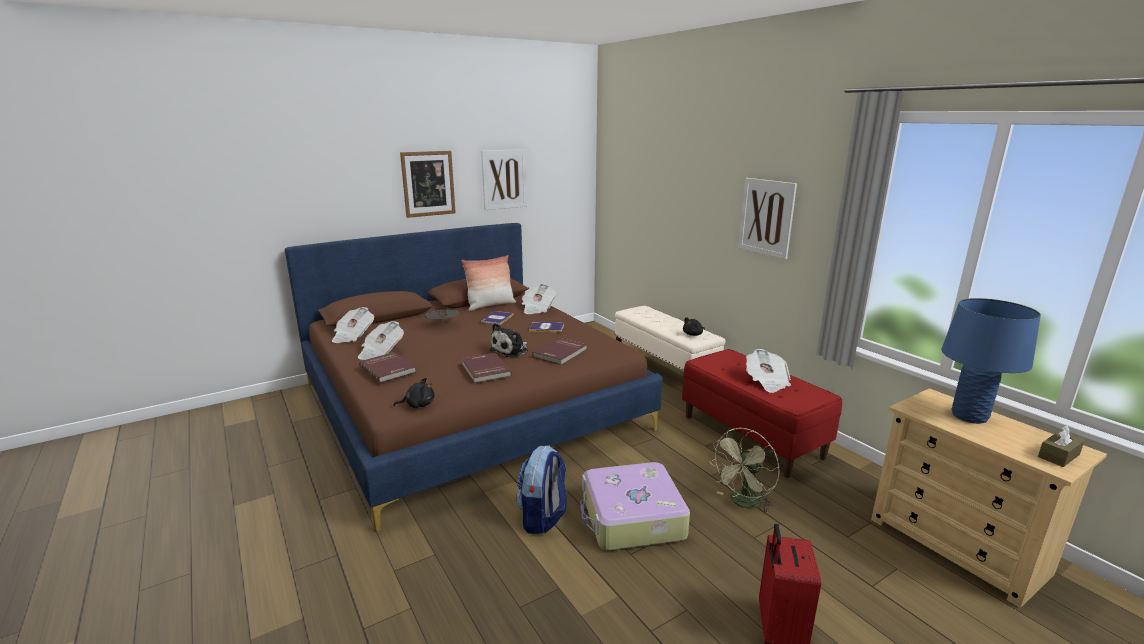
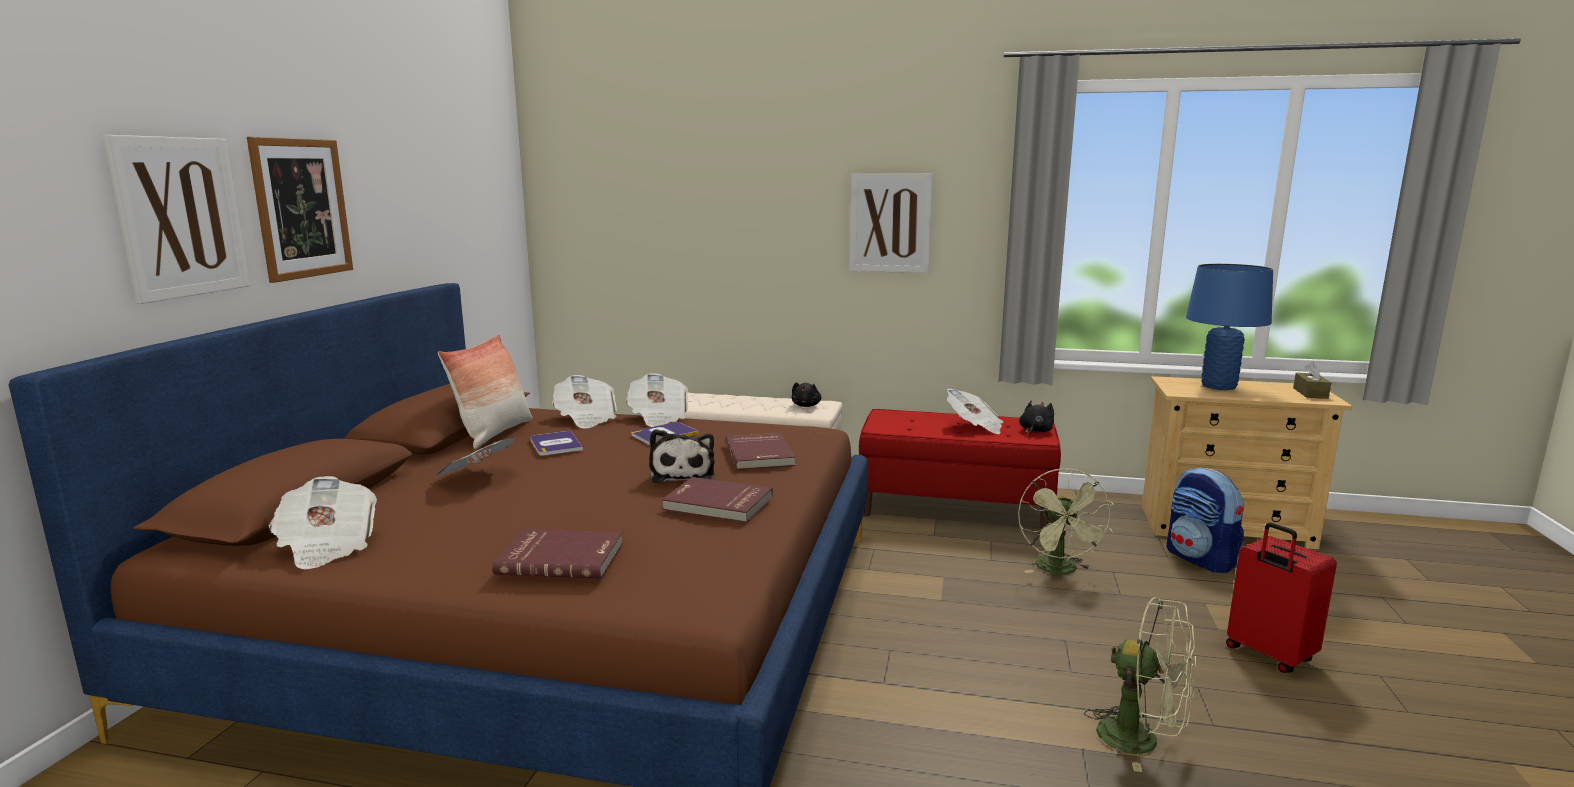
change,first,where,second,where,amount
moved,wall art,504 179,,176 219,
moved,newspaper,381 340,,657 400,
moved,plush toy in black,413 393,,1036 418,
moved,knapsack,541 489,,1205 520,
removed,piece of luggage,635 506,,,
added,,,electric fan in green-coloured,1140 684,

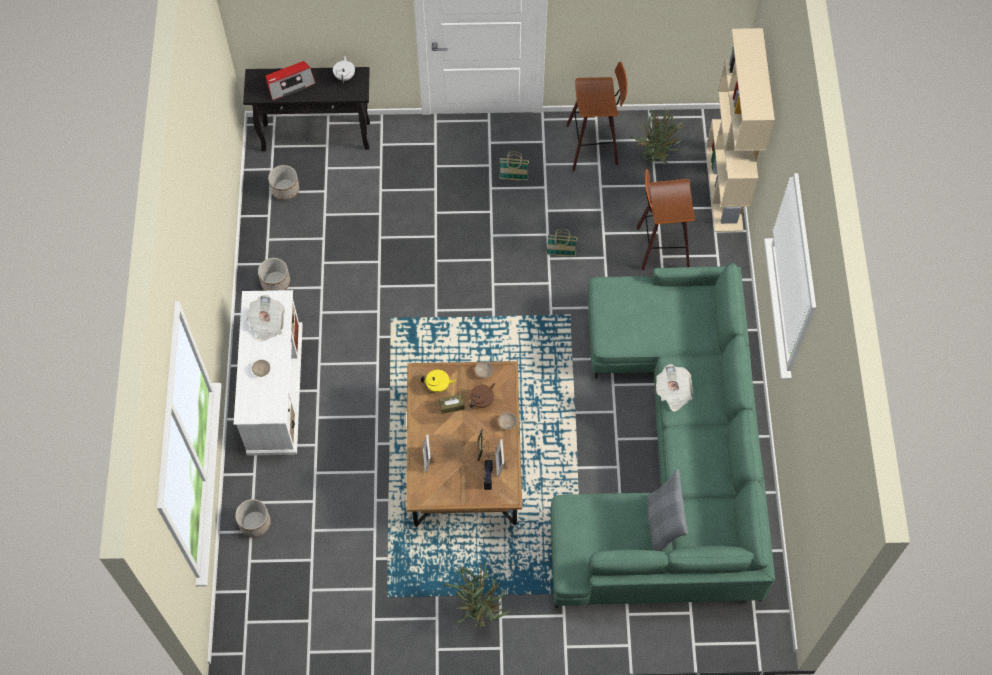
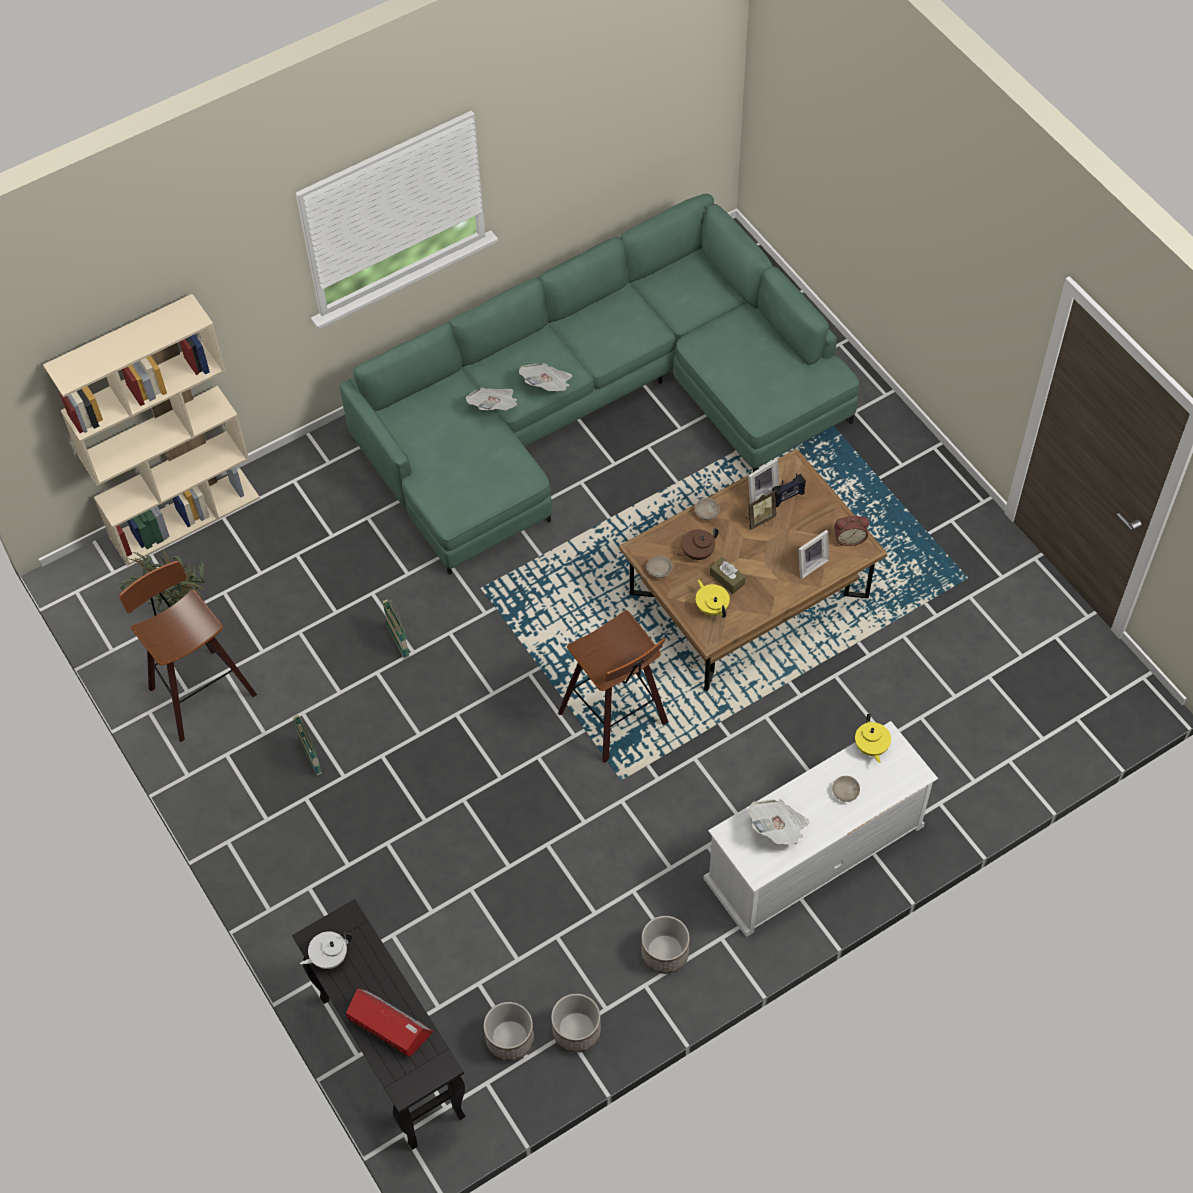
change,first,where,second,where,amount
moved,stool,666 220,,613 686,
turned,teapot in brown,482 395,,697 544,45 degrees counterclockwise
removed,throw pillow in greyish,667 510,,,
moved,planter,253 518,,576 1023,
removed,potted plant,477 594,,,
added,,,newspaper,492 399,
added,,,table clock,851 531,
added,,,teapot in yellow-coloured,873 738,

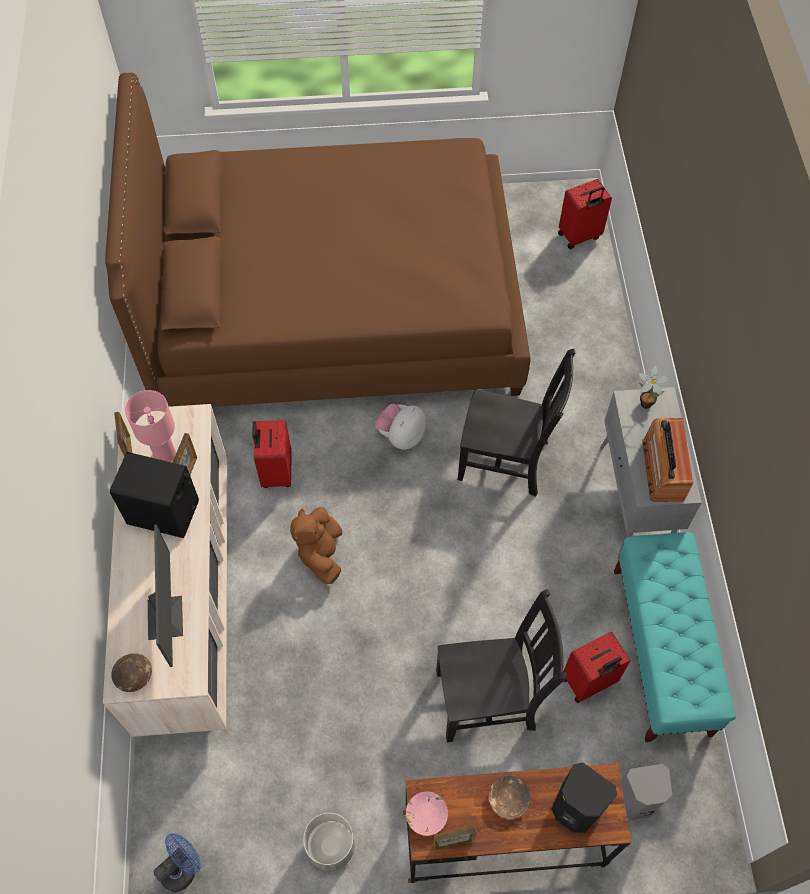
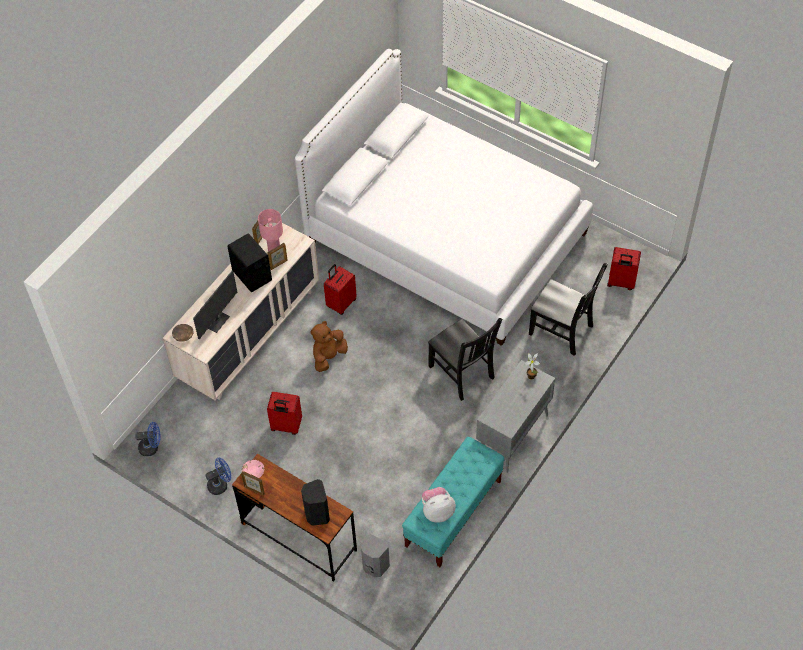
change,first,where,second,where,amount
recoloured,sleeping bed in brown,318 239,sleeping bed in white-coloured,444 197,
moved,plush toy,400 426,,439 505,
removed,radio receiver,667 460,,,
moved,chair in black,501 665,,568 309,
moved,piece of luggage in red-coloured,597 667,,284 413,
removed,bowl in brown,509 797,,,
replaced,planter in greyish,329 842,electric fan in bluish,218 476,

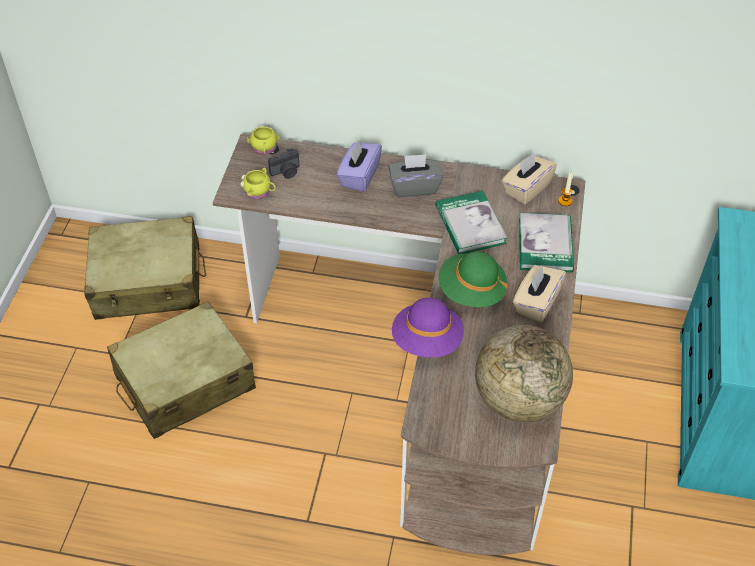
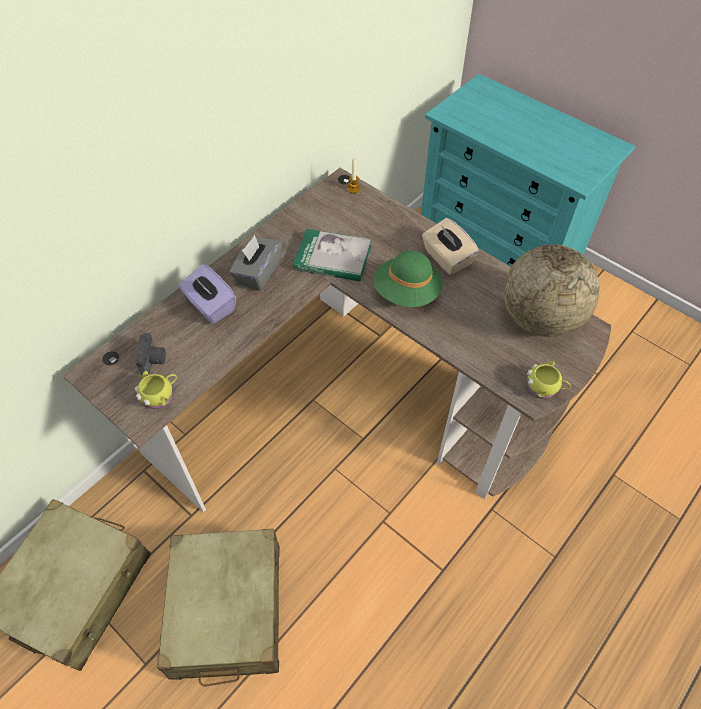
change,first,where,second,where,amount
moved,mug in yellow-coloured,263 140,,549 380,
removed,tissue box in beige,529 179,,,
removed,book,546 243,,,
removed,clothing hat in purplish,428 327,,,

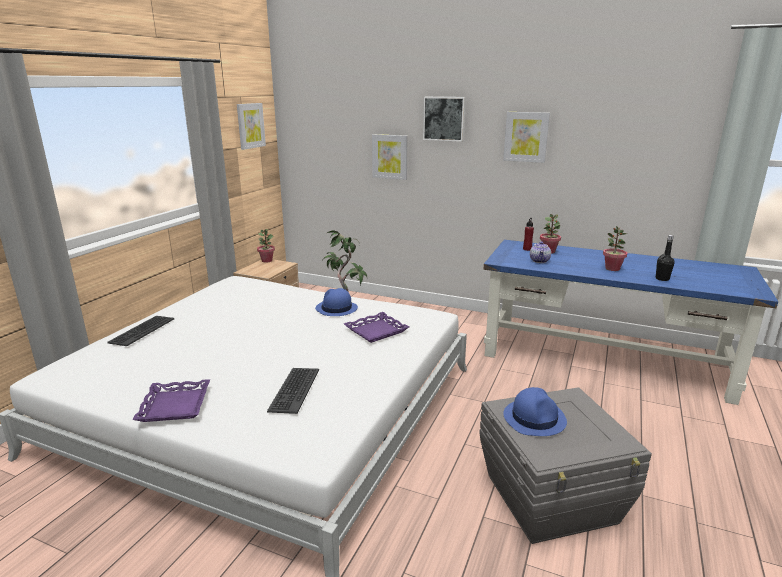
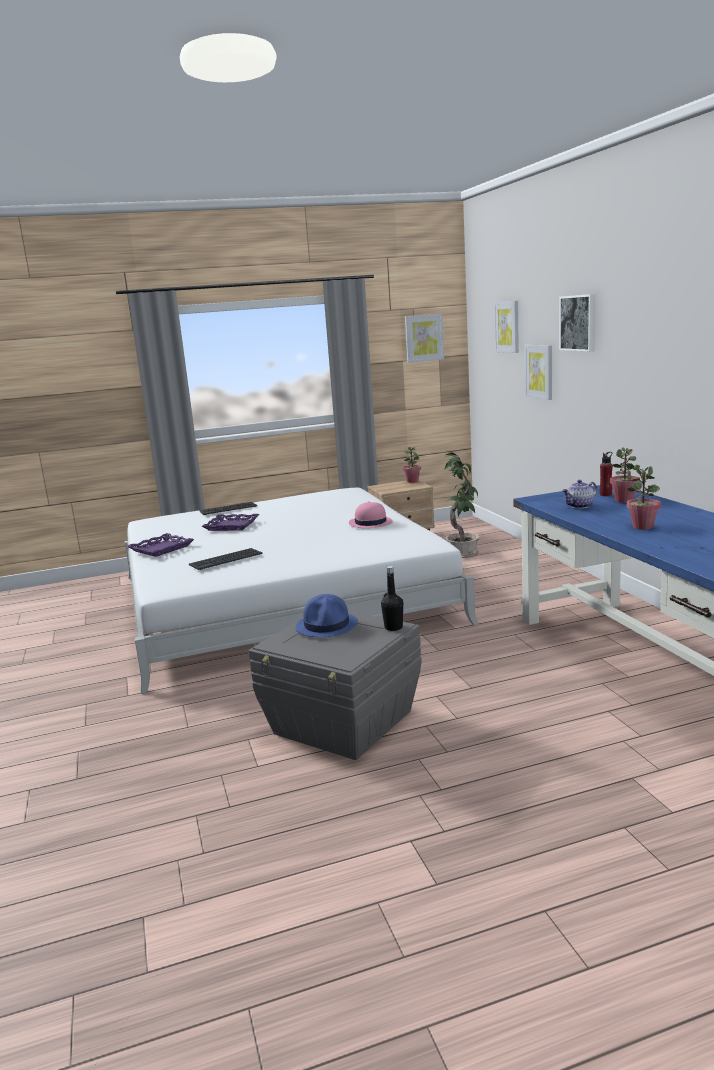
change,first,where,second,where,amount
moved,wall art,526 137,,506 327,
moved,bottle in black,665 258,,392 598,
recoloured,clothing hat in bluish,336 302,clothing hat in pinkish,371 514,
moved,carrying tray in purplish,376 327,,230 522,

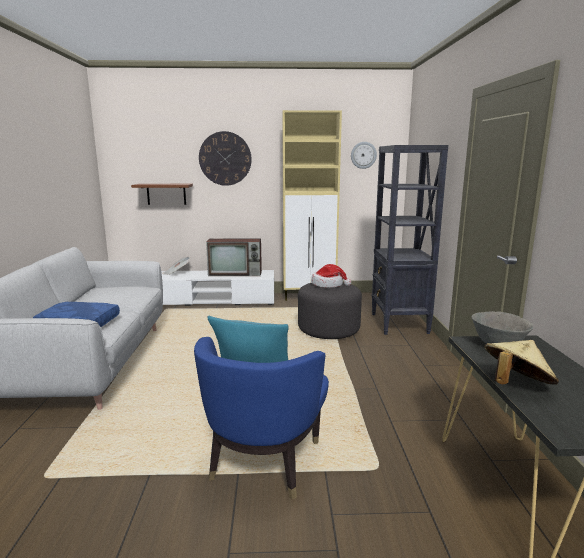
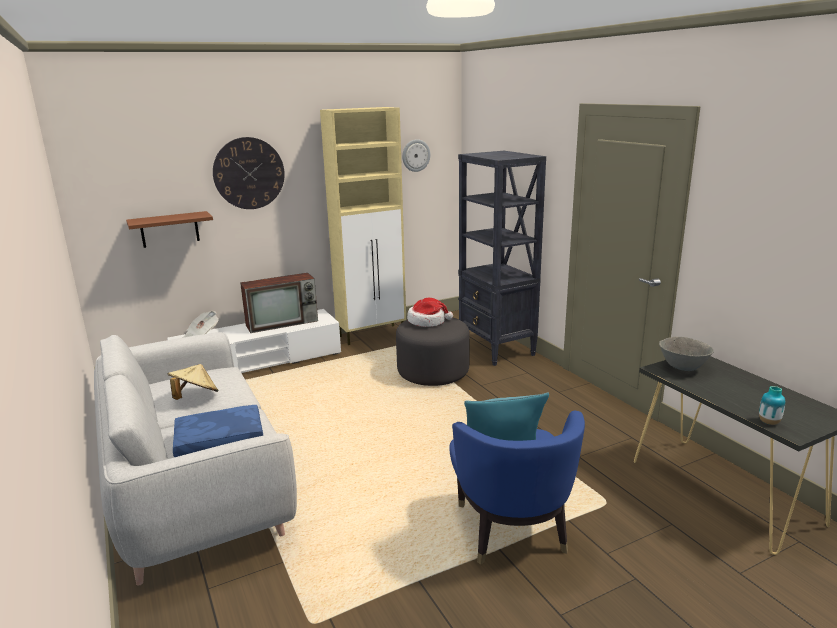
change,first,where,second,where,amount
moved,clothing hat in beige,521 362,,193 382,
added,,,decorative vase,772 405,

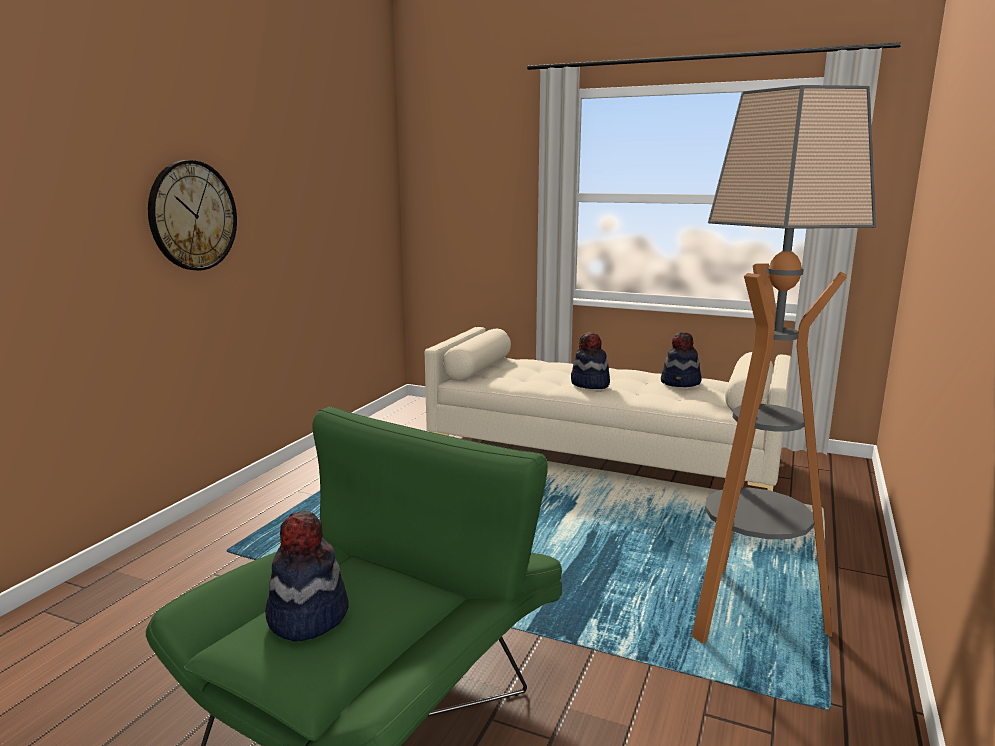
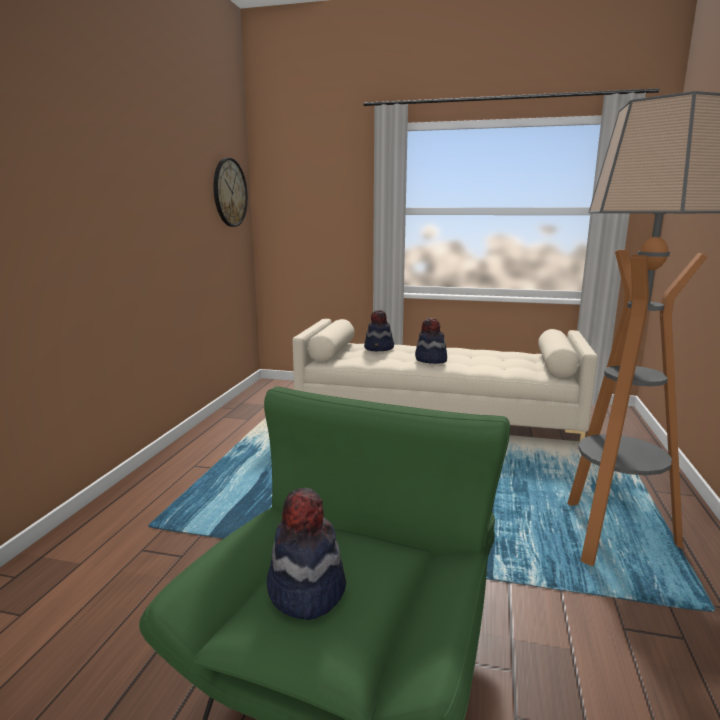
change,first,where,second,where,amount
moved,wall clock,192 215,,231 192,
moved,clothing hat,681 359,,379 330,

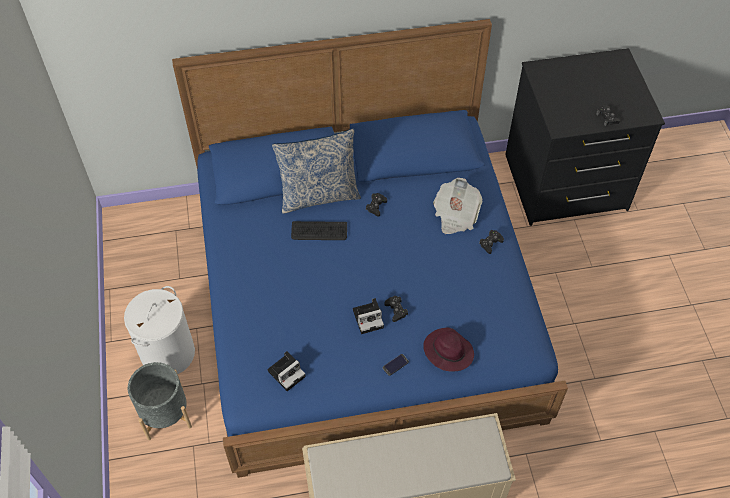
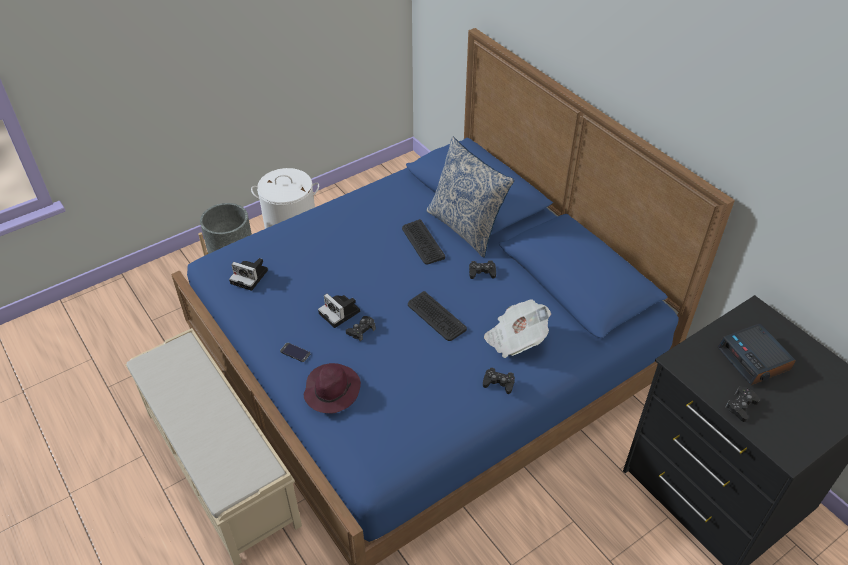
change,first,where,second,where,amount
added,,,computer keyboard,437 316,
added,,,table clock,756 354,

